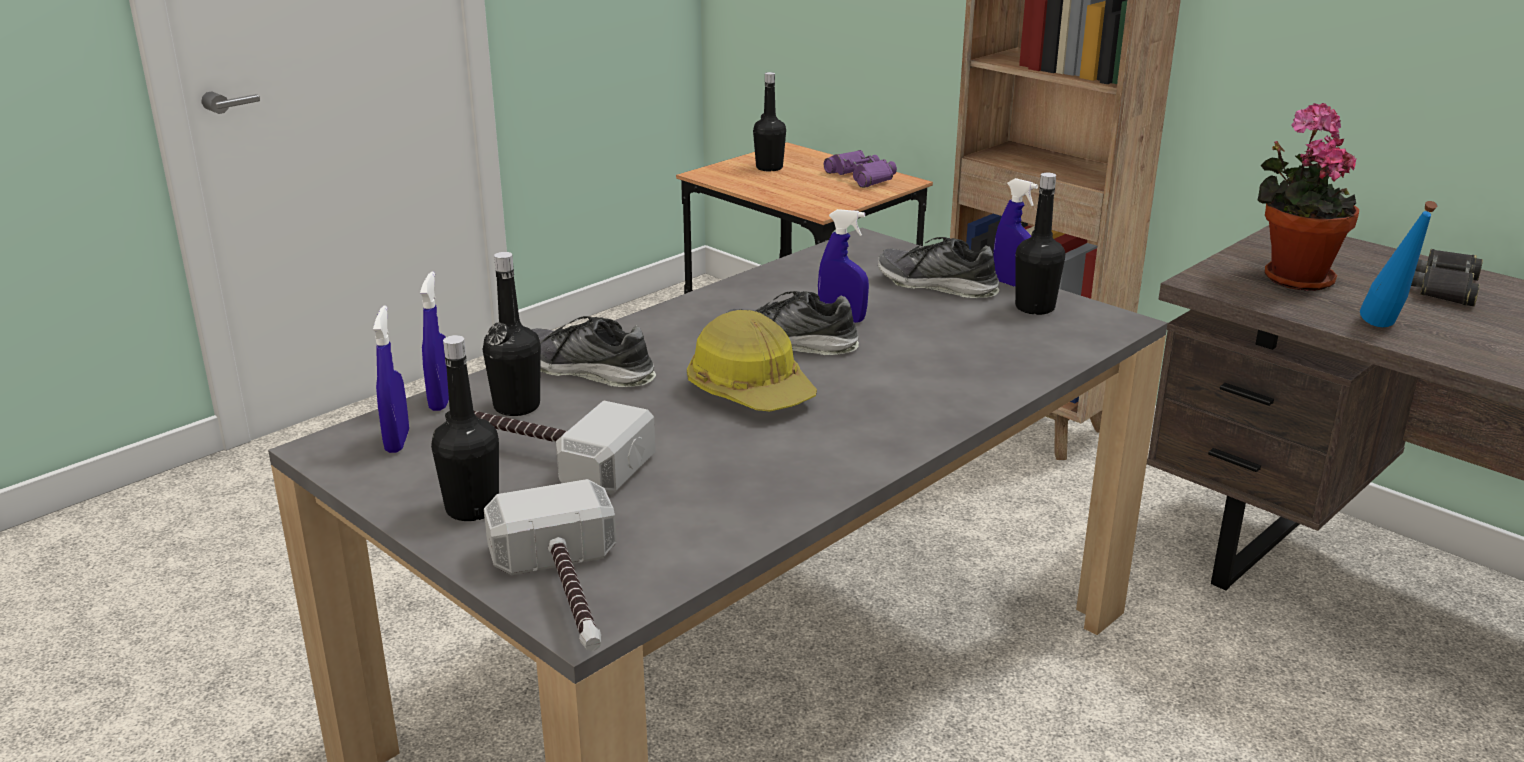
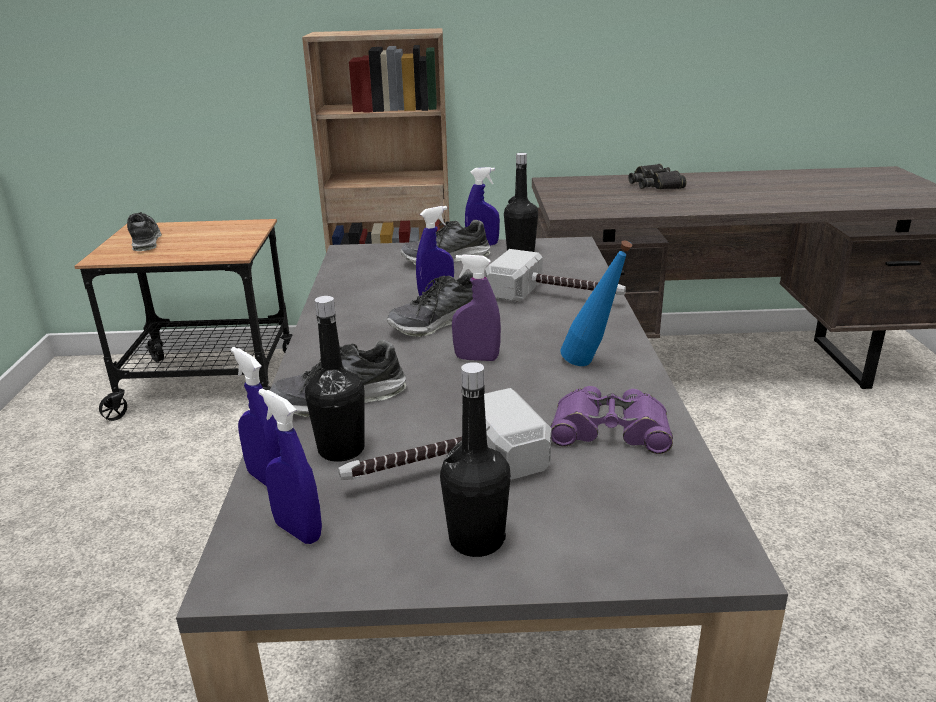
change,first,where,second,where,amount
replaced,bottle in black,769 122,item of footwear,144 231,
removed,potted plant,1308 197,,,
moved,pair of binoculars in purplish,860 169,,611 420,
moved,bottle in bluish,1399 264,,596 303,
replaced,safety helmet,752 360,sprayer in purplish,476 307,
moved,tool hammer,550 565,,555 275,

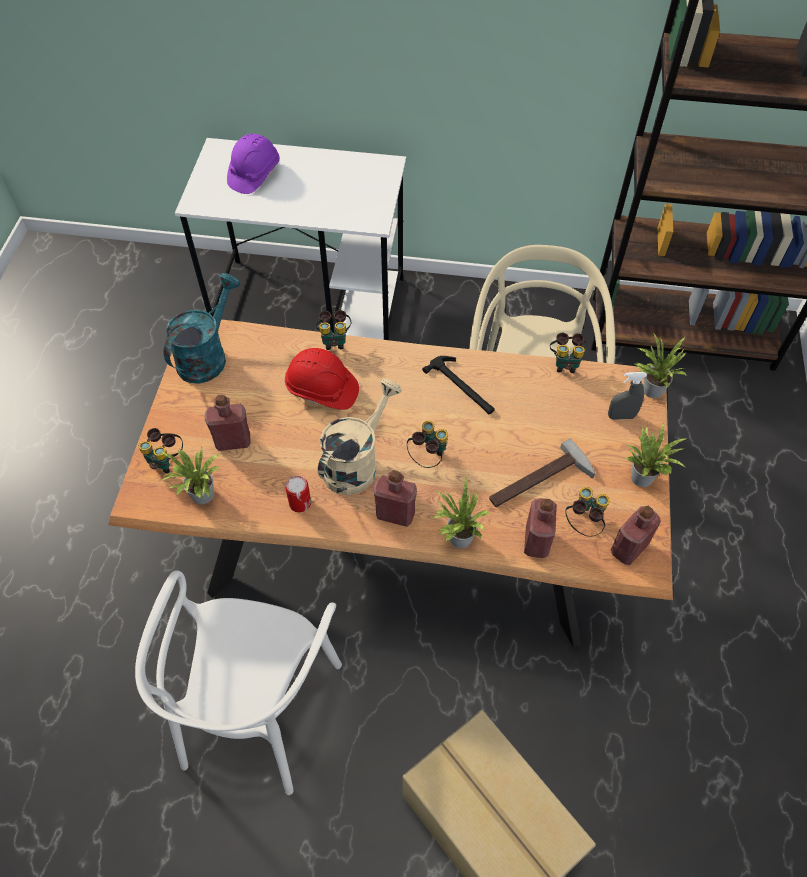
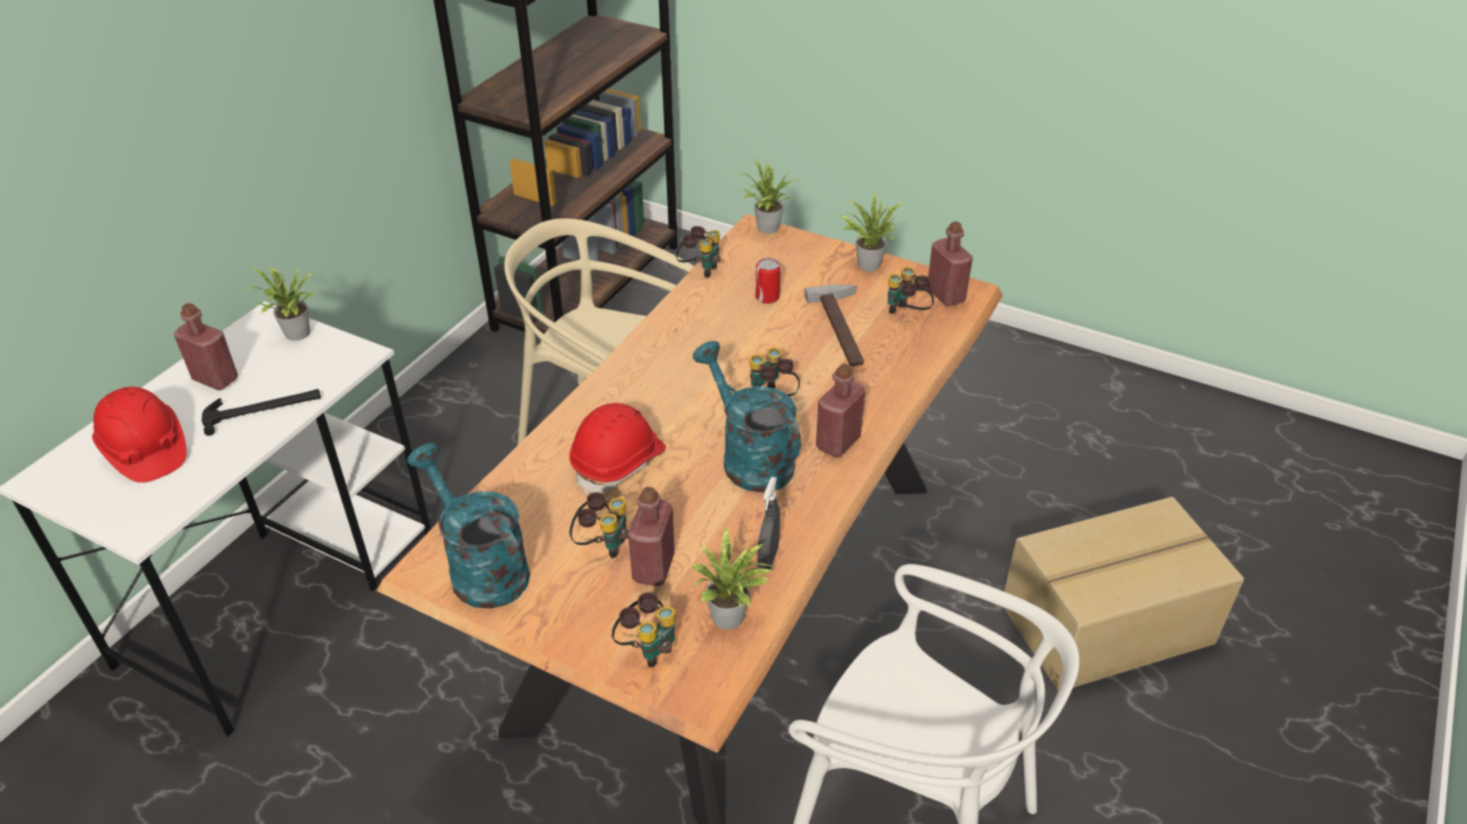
change,first,where,second,where,amount
recoloured,safety helmet in purplish,253 164,safety helmet in red-coloured,139 435,
moved,pair of binoculars,333 330,,599 525,
moved,tool hammer,458 385,,261 412,
moved,sprayer in greyish,627 396,,768 523,
recoloured,sprinkling can in beige,360 436,sprinkling can in blue-green,747 417,
moved,potted plant,461 511,,279 304,
moved,sealed can,298 494,,768 281,
moved,bottle in red-coloured,540 528,,206 346,

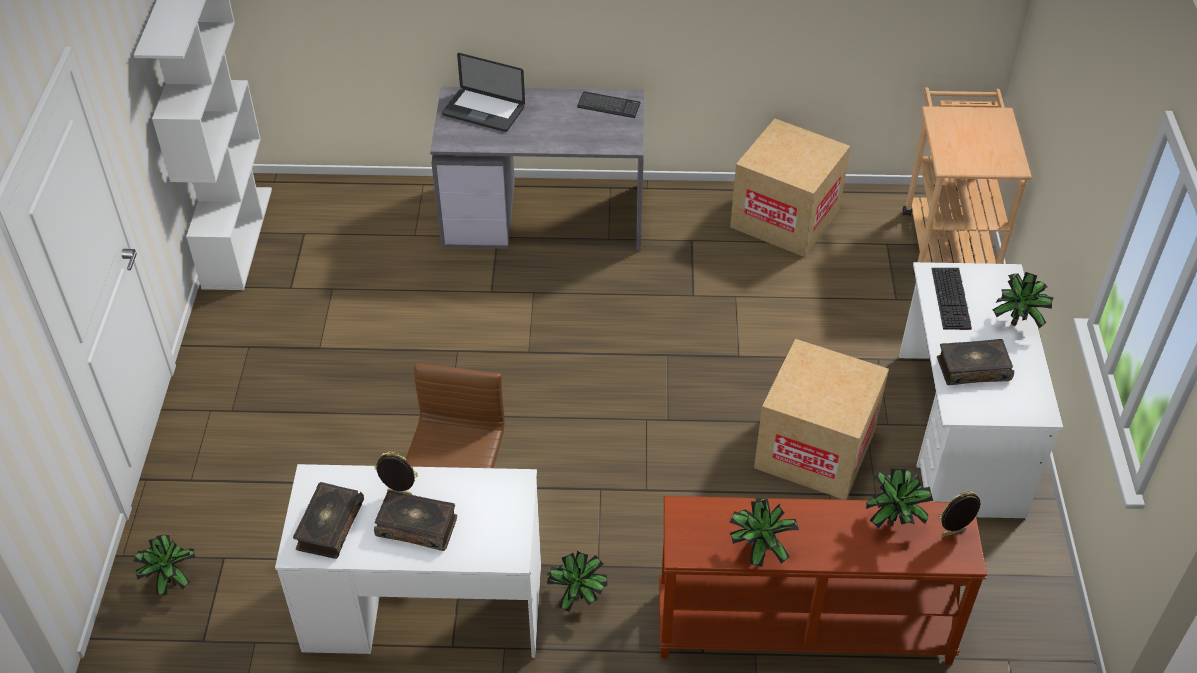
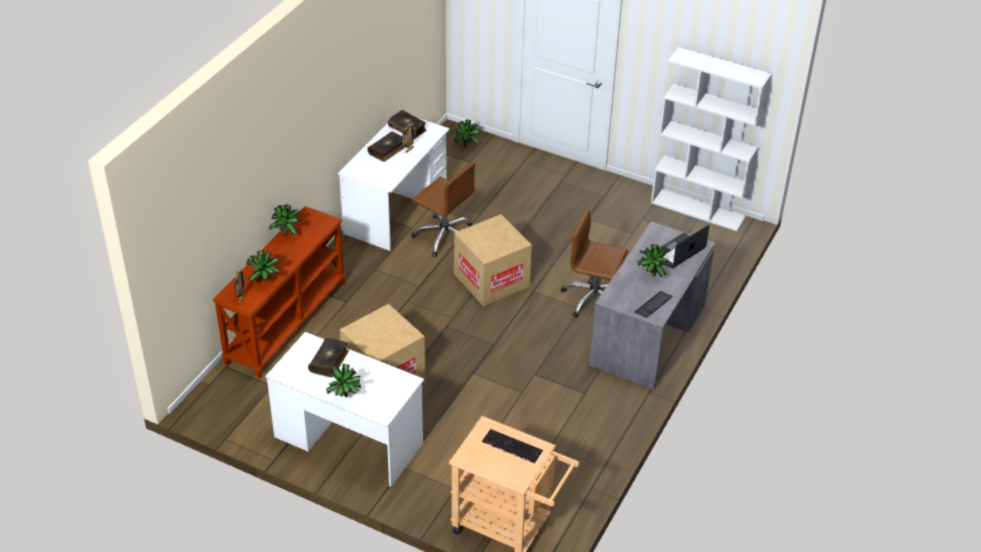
change,first,where,second,where,amount
moved,carton,790 187,,493 260,
moved,computer keyboard,952 299,,512 446,
moved,potted plant,577 581,,653 260,
added,,,office chair in brown,594 263,

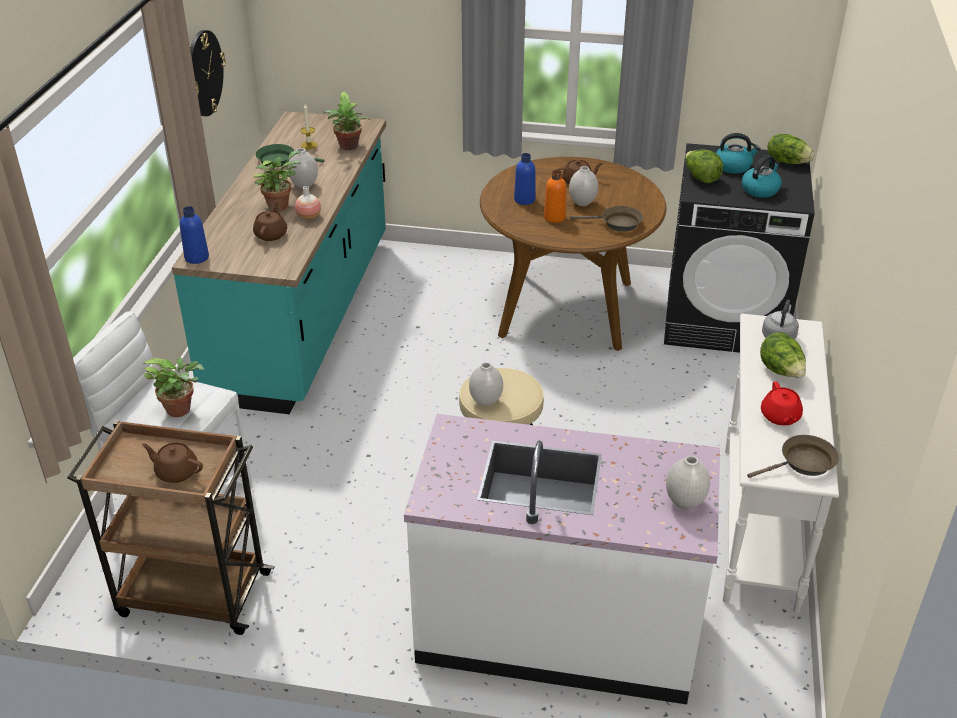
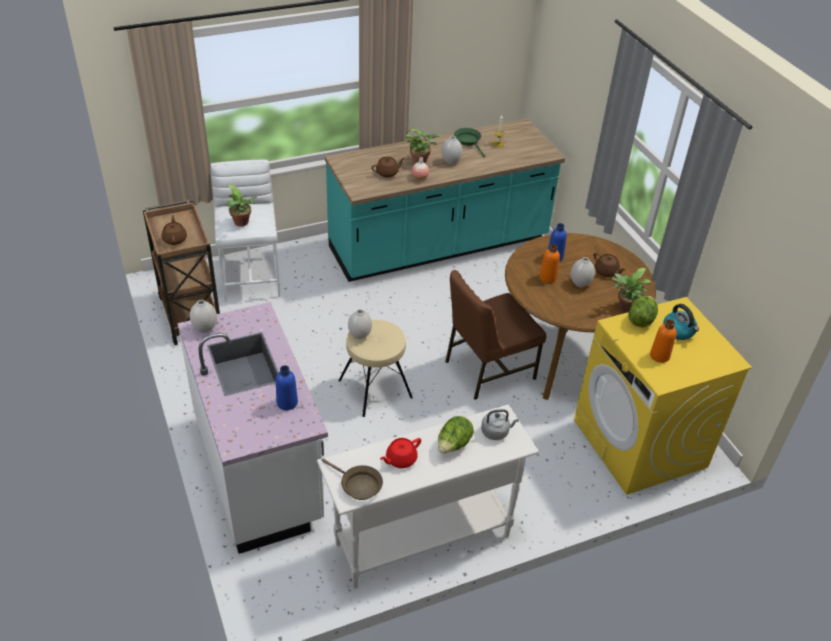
change,first,where,second,where,amount
removed,wall clock,207 73,,,
moved,potted plant,347 121,,631 290,
removed,lettuce head,791 149,,,
recoloured,washing machine in black,739 248,washing machine in yellow-coloured,663 396,
replaced,tea kettle,762 176,bottle in orange-coloured,663 341,
moved,bottle in bluish,194 235,,287 387,
removed,frying pan in brown,606 219,,,
moved,decorative vase in white-coloured,688 482,,203 316,
added,,,chair in brown,495 335,

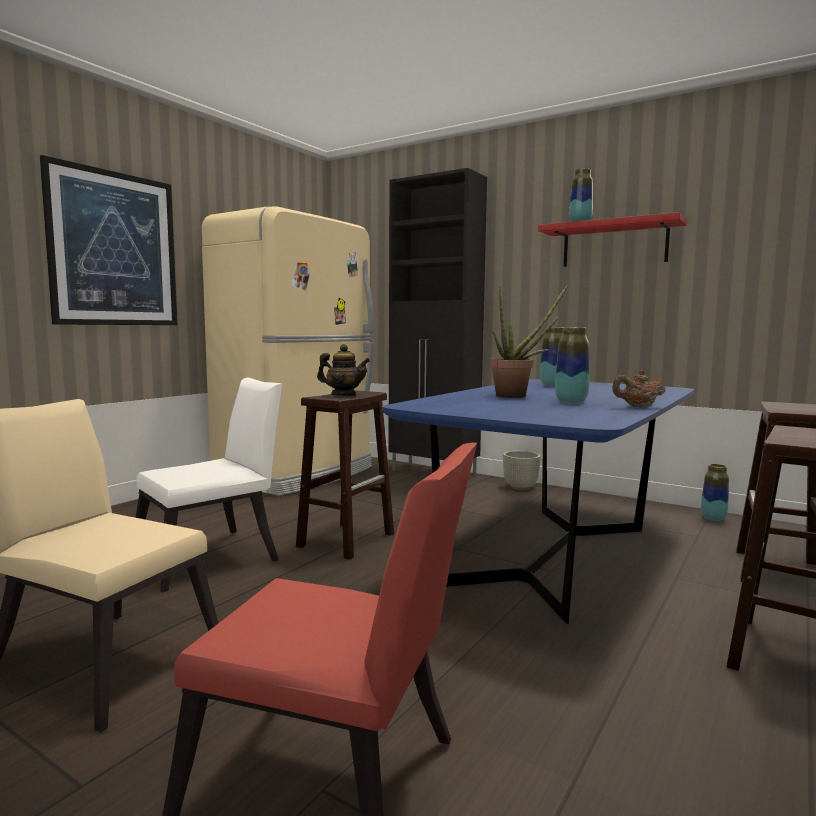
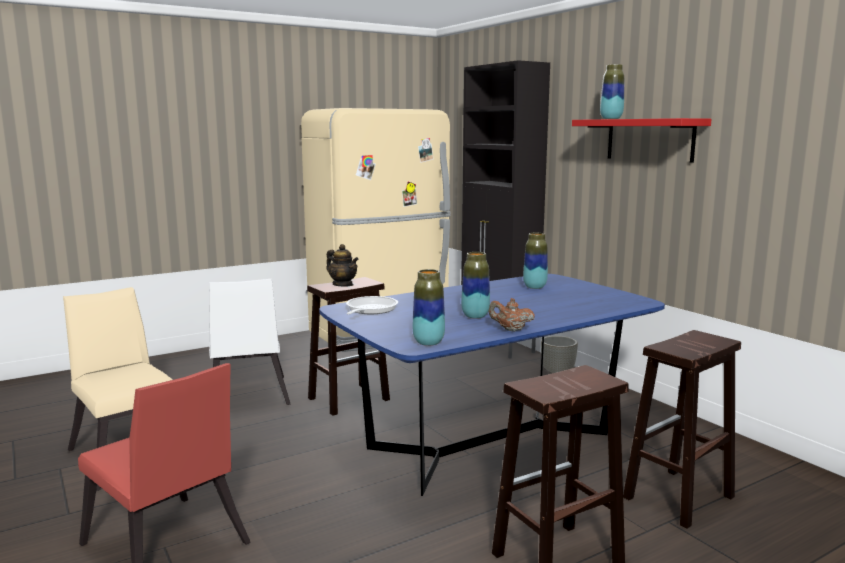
change,first,where,second,where,amount
removed,wall art,108 240,,,
removed,potted plant,529 341,,,
turned,chair in white-coloured,208 485,,250 342,90 degrees clockwise
moved,decorative vase,715 492,,429 307,
added,,,frying pan,372 305,

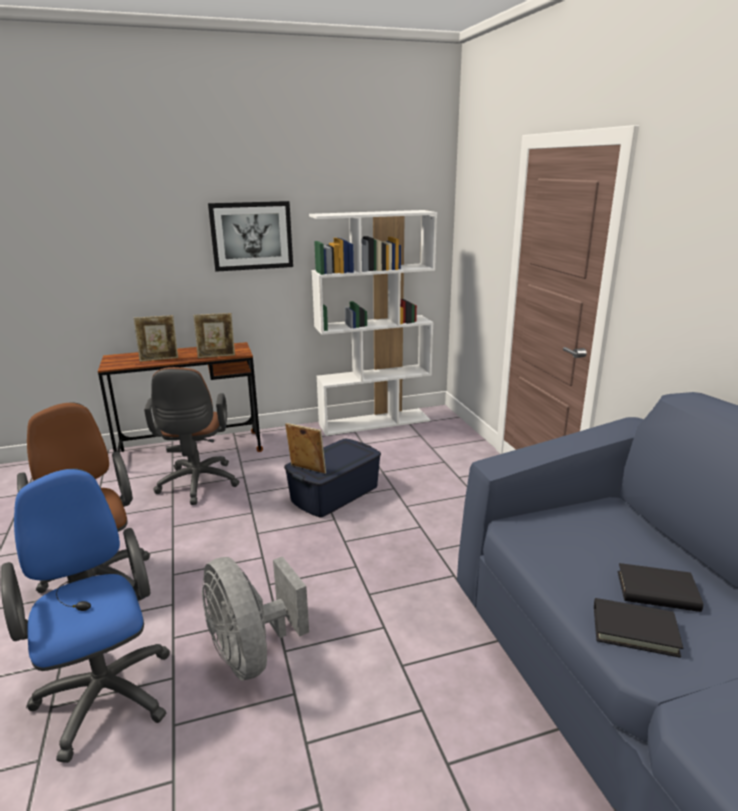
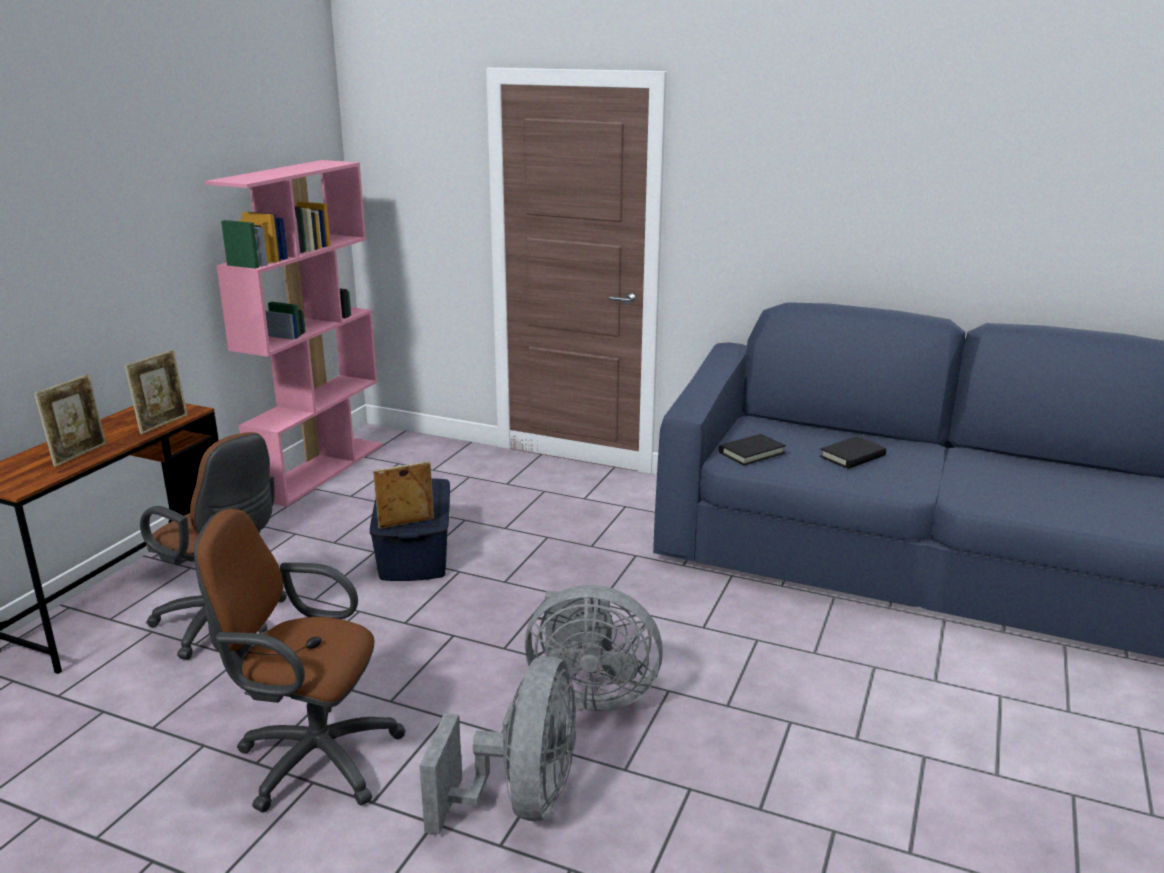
change,first,where,second,where,amount
removed,wall art,250 236,,,
recoloured,bookcase in white-coloured,373 323,bookcase in pinkish,293 333,
replaced,office chair in bluish,85 615,electric fan in greyish,497 745,
moved,book in black,638 628,,752 449,

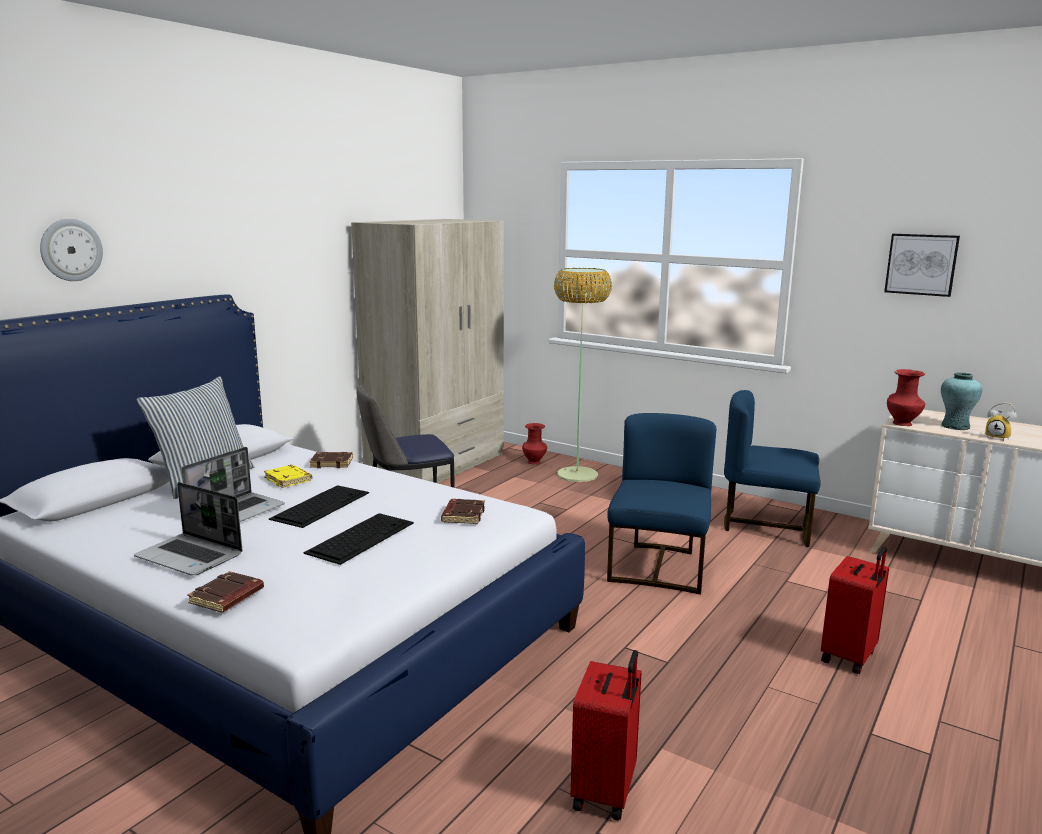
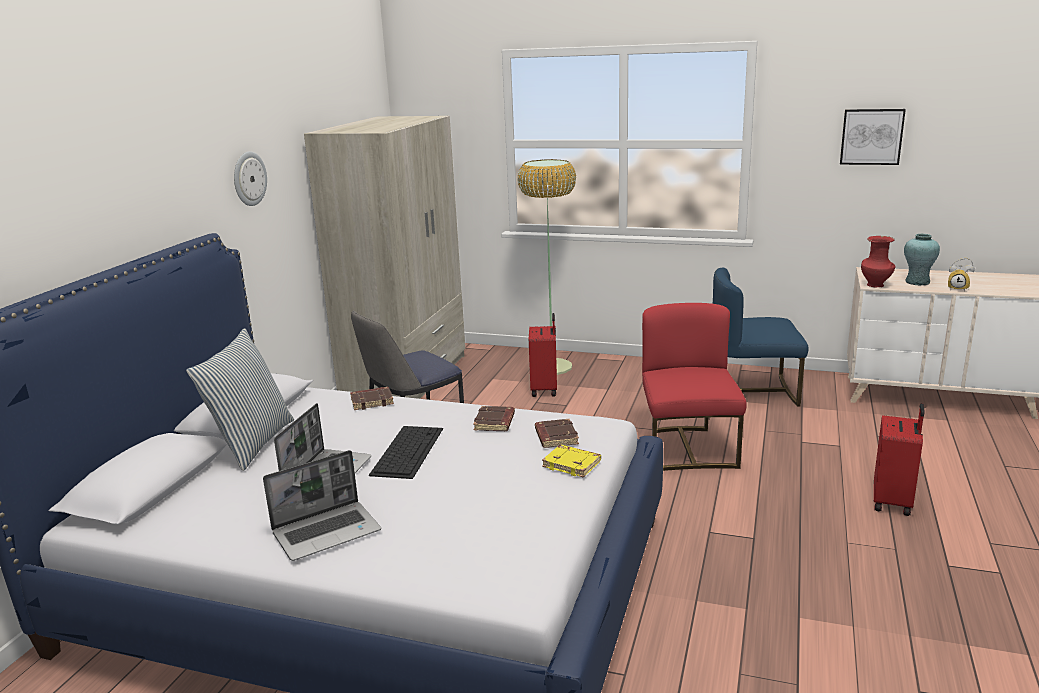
change,first,where,second,where,amount
moved,wall clock,71 250,,250 178,
recoloured,chair in bluish,662 504,chair in red-coloured,694 387,
removed,decorative vase in red-coloured,534 443,,,
moved,book in yellow-coloured,288 476,,571 461,
turned,notebook computer,188 528,,322 505,45 degrees counterclockwise
removed,computer keyboard,358 539,,,
moved,book in brown,225 592,,494 418,
moved,piece of luggage in red-coloured,606 735,,543 355,

